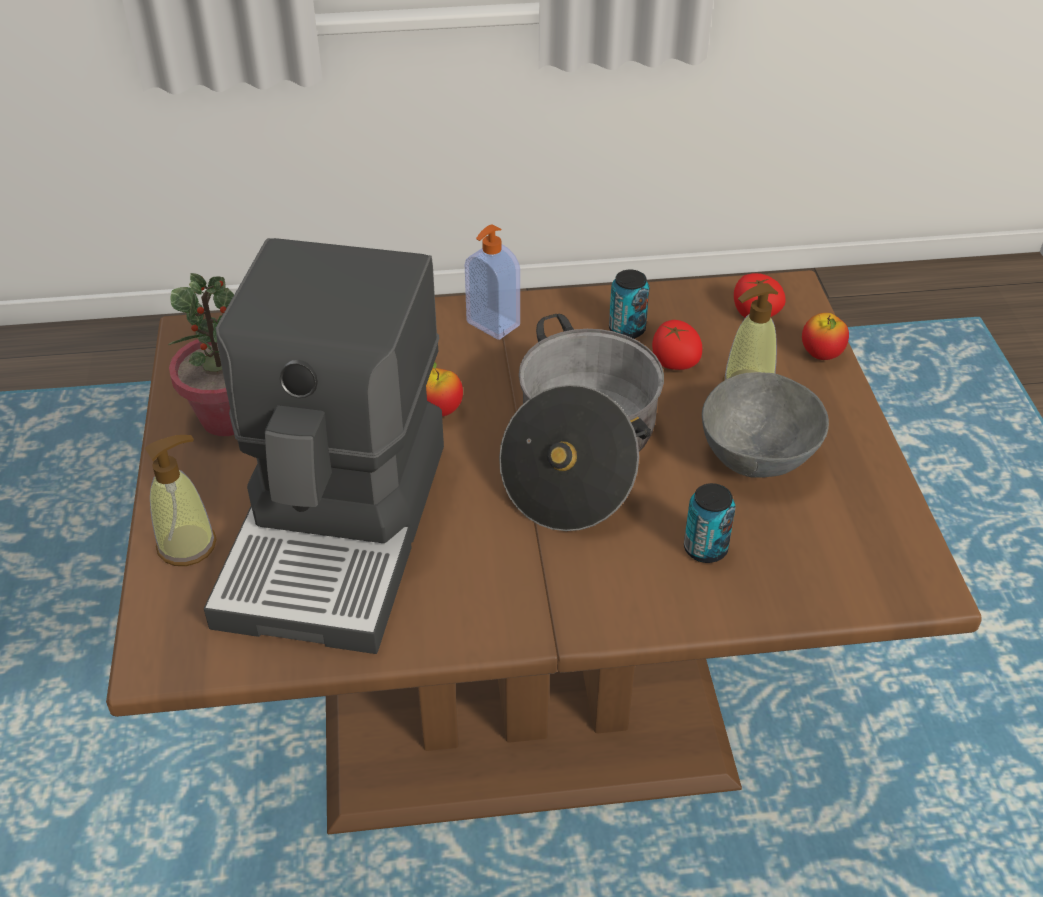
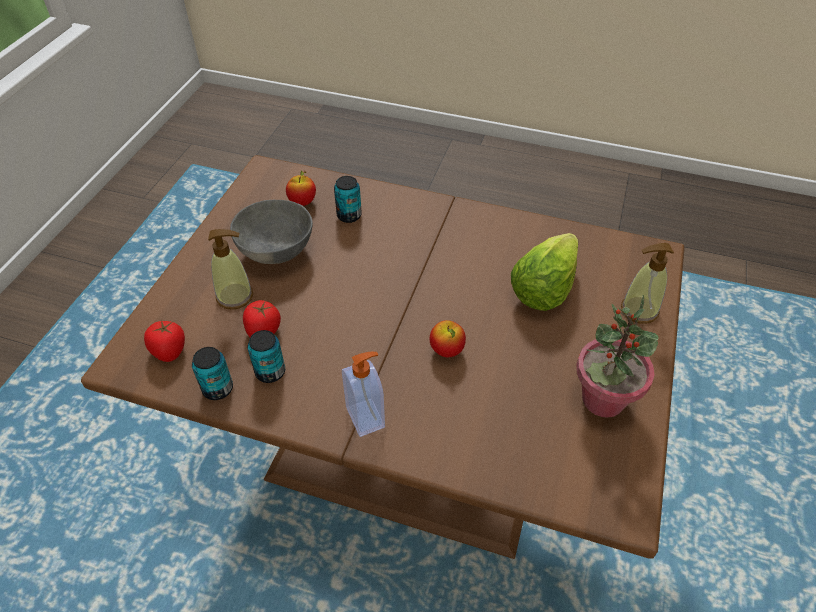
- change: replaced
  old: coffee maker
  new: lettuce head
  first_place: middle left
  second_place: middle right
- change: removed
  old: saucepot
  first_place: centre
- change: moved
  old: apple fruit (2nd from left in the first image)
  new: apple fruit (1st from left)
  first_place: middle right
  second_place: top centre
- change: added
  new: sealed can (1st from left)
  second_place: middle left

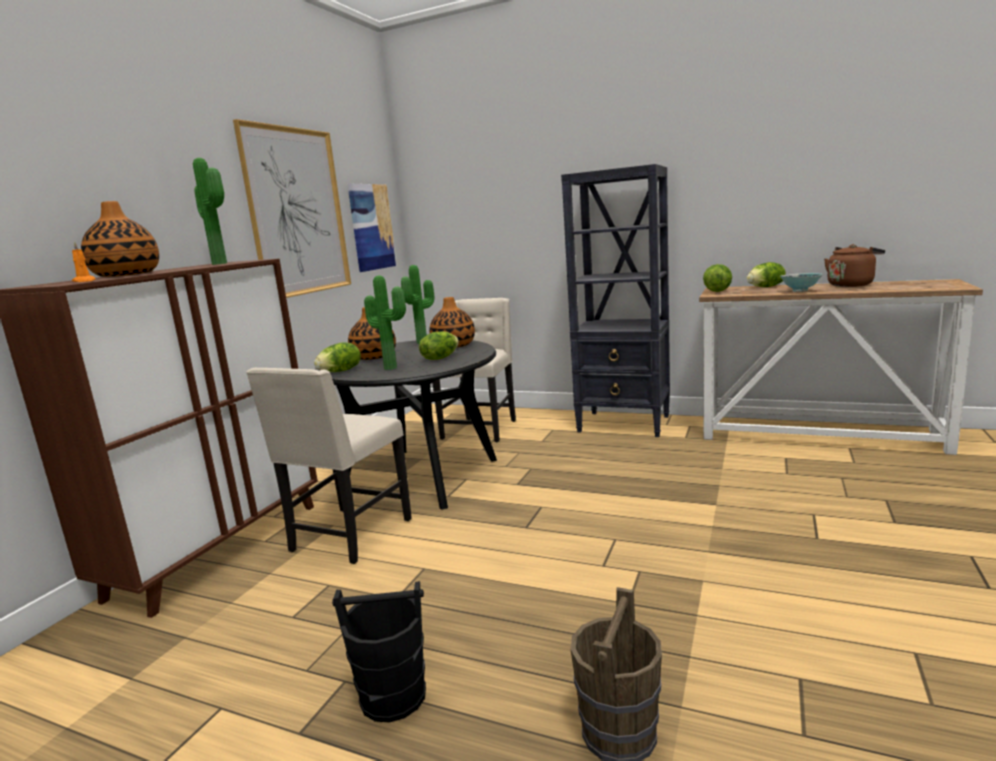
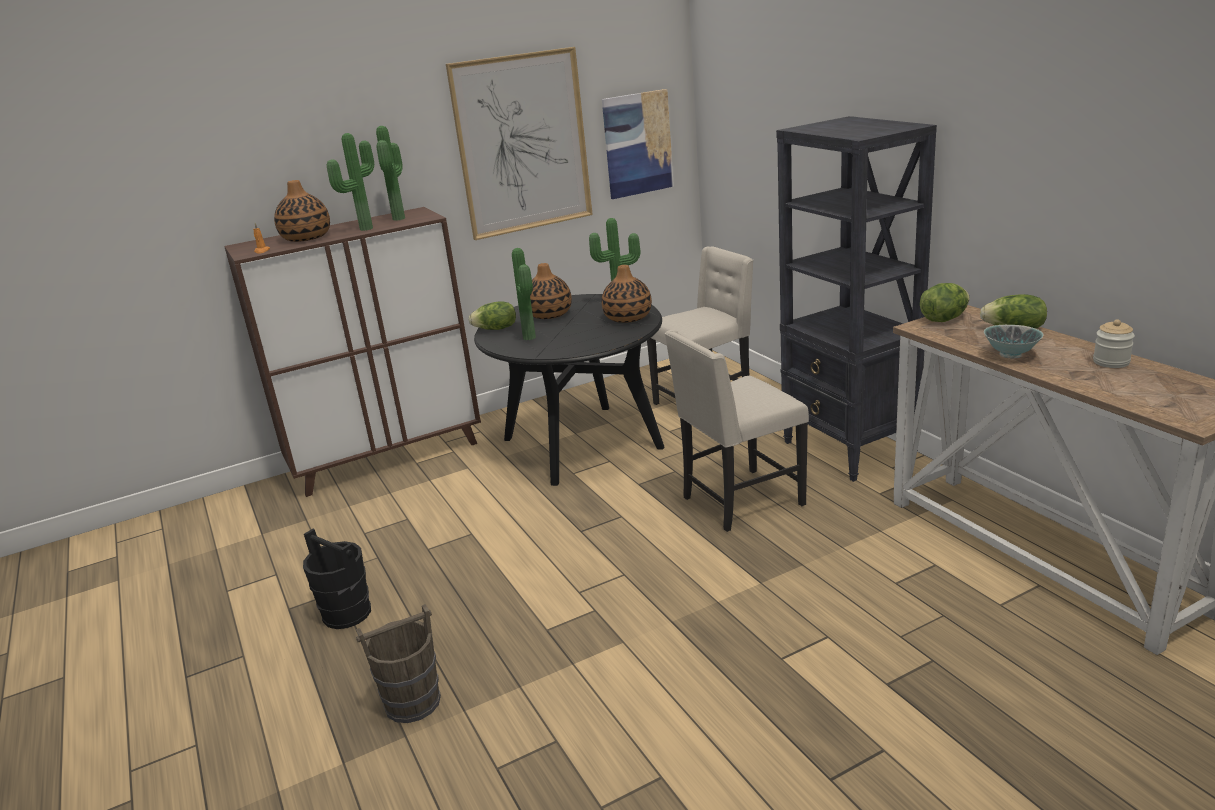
- change: moved
  old: beige-coloured chair (1st from left in the first image)
  new: beige-coloured chair (2nd from left)
  first_place: middle left
  second_place: centre
- change: removed
  old: lettuce head (2nd from left)
  first_place: centre
- change: replaced
  old: brown kettle
  new: preserve jar
  first_place: middle right
  second_place: middle right
- change: added
  new: plant in a pot (1st from left)
  second_place: top left

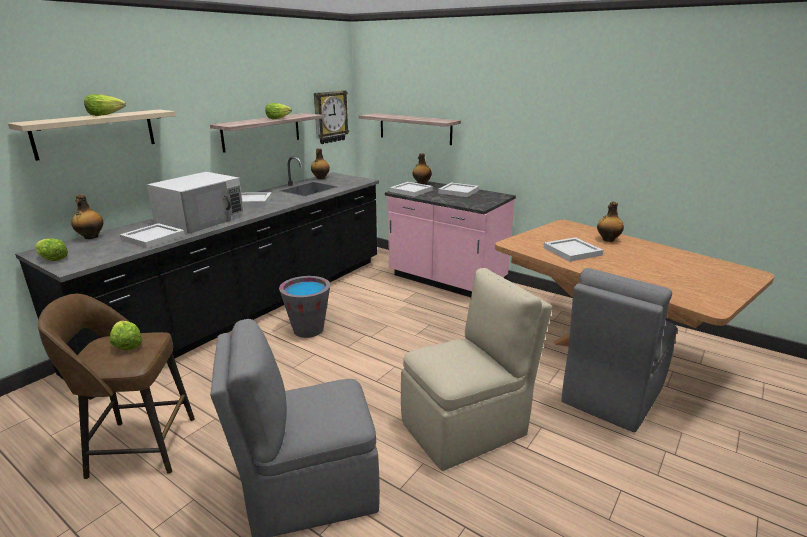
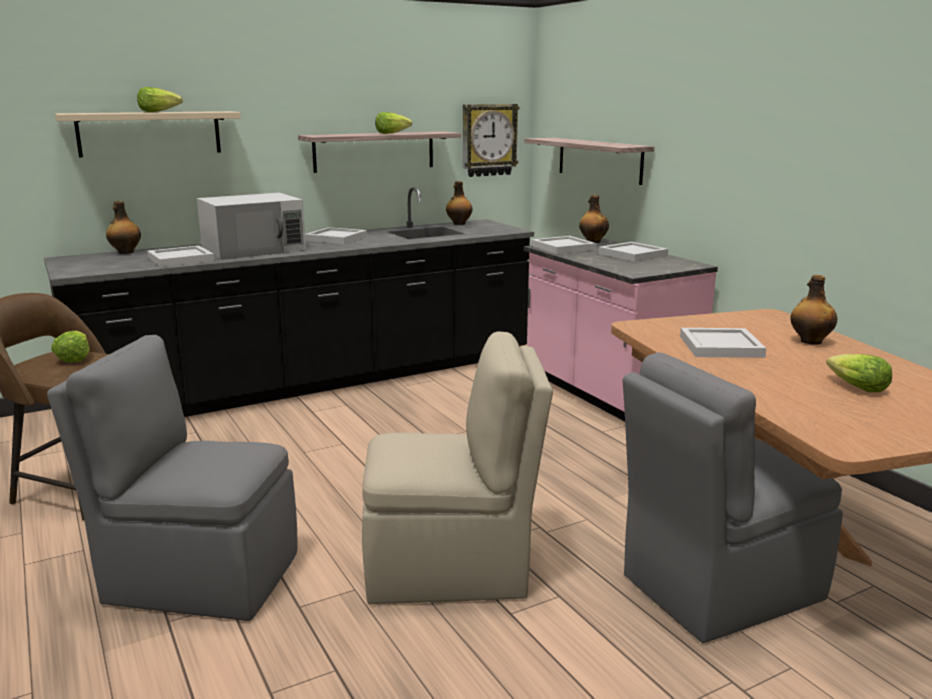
- change: moved
  old: lettuce head (1st from left in the first image)
  new: lettuce head (4th from left)
  first_place: middle left
  second_place: middle right
- change: removed
  old: gray pail
  first_place: centre

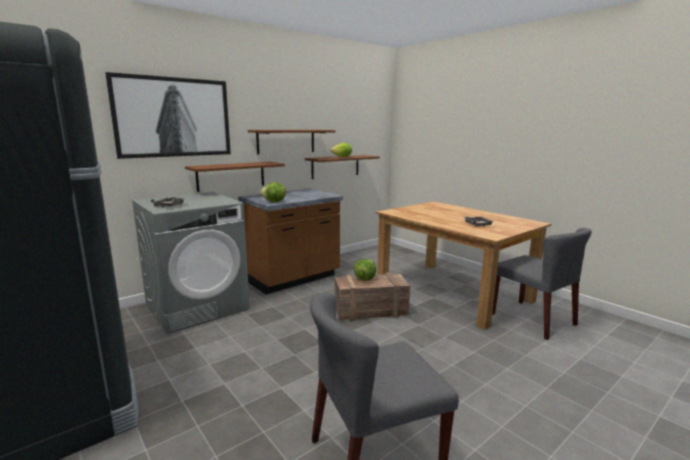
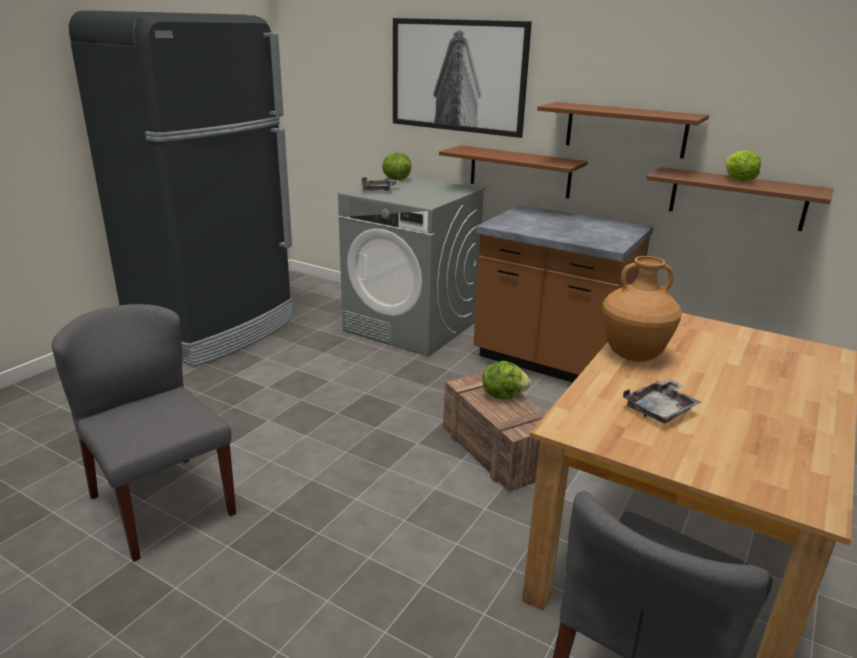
- change: moved
  old: lettuce head (1st from left)
  first_place: centre
  second_place: top centre
- change: added
  new: brown vase
  second_place: middle right

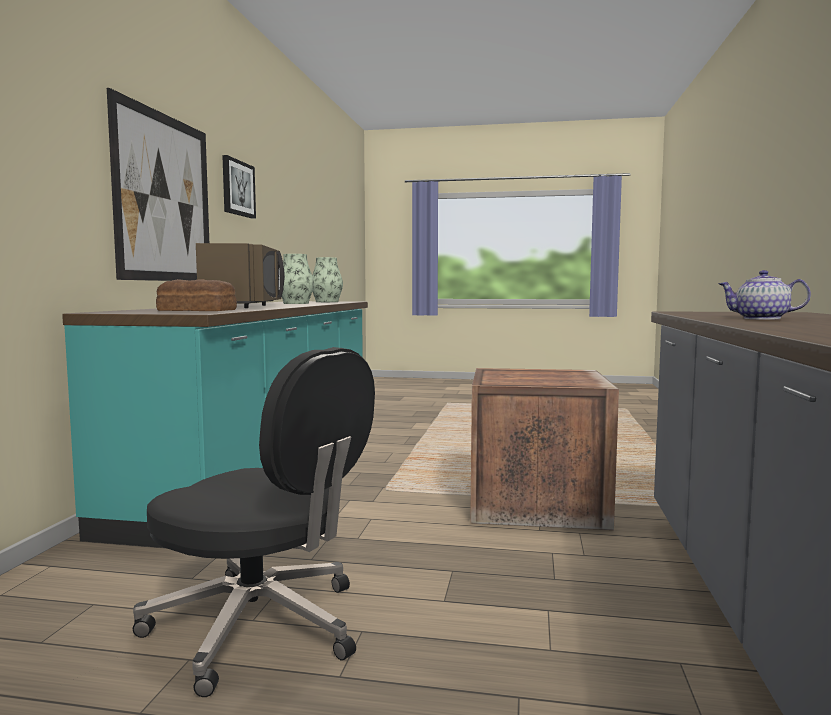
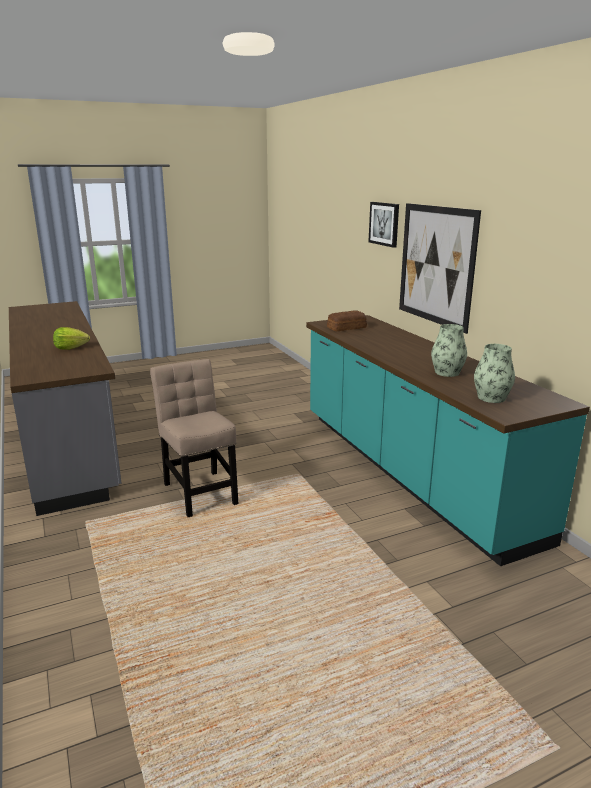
- change: removed
  old: black office chair
  first_place: bottom left
- change: removed
  old: brown microwave
  first_place: middle left
- change: moved
  old: wall art (2nd from left in the first image)
  new: wall art (1st from left)
  first_place: top left
  second_place: top centre
- change: replaced
  old: shipping crate
  new: beige-coloured chair
  first_place: centre
  second_place: middle left
- change: replaced
  old: teapot
  new: lettuce head
  first_place: middle right
  second_place: middle left

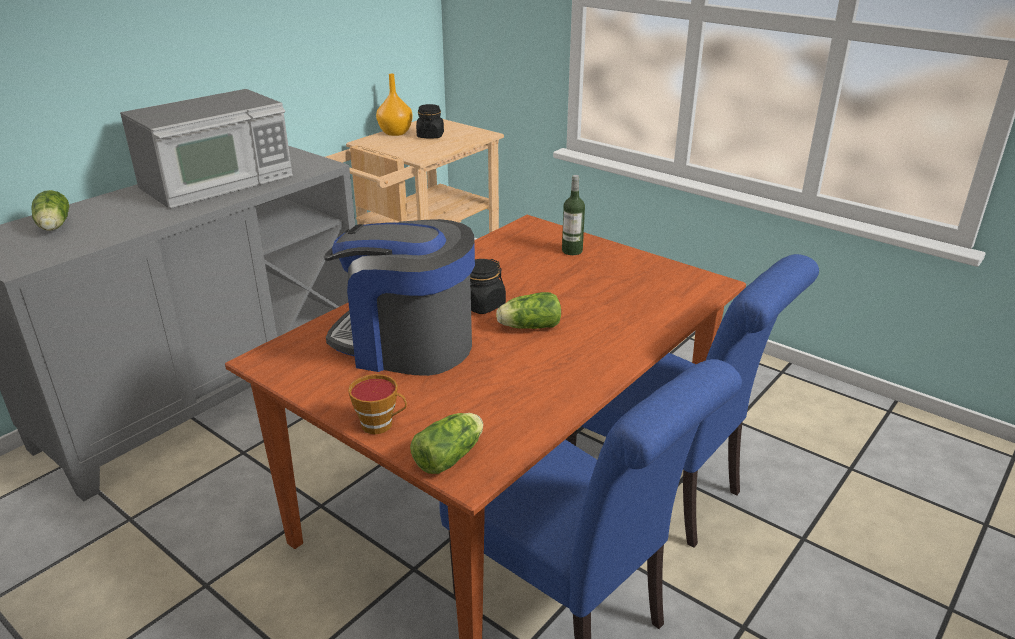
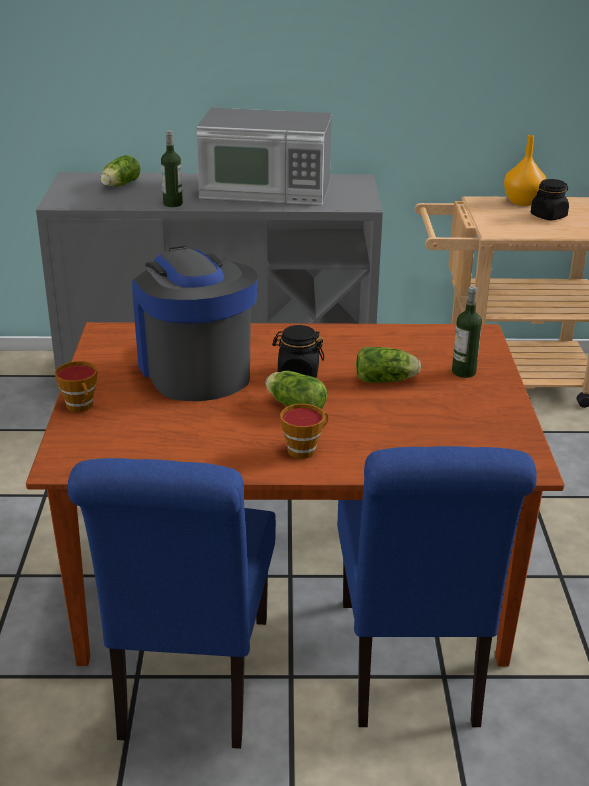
- change: moved
  old: lettuce head (2nd from left in the first image)
  new: lettuce head (3rd from left)
  first_place: bottom centre
  second_place: centre
- change: added
  new: bottle (1st from left)
  second_place: top left
- change: added
  new: cup (2nd from left)
  second_place: centre

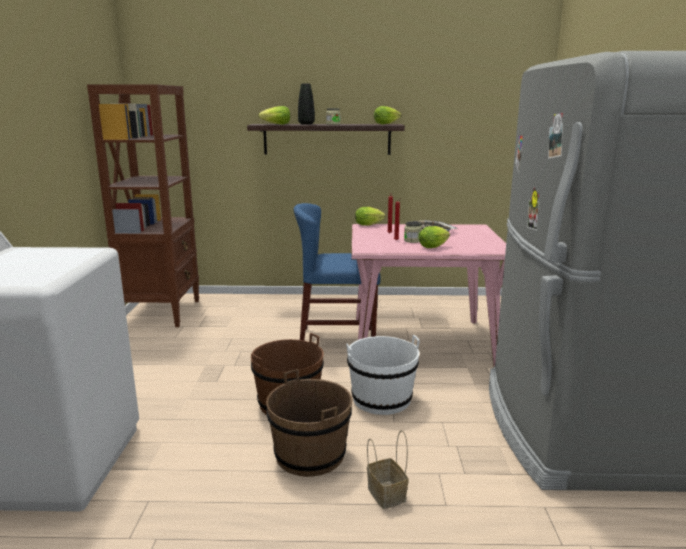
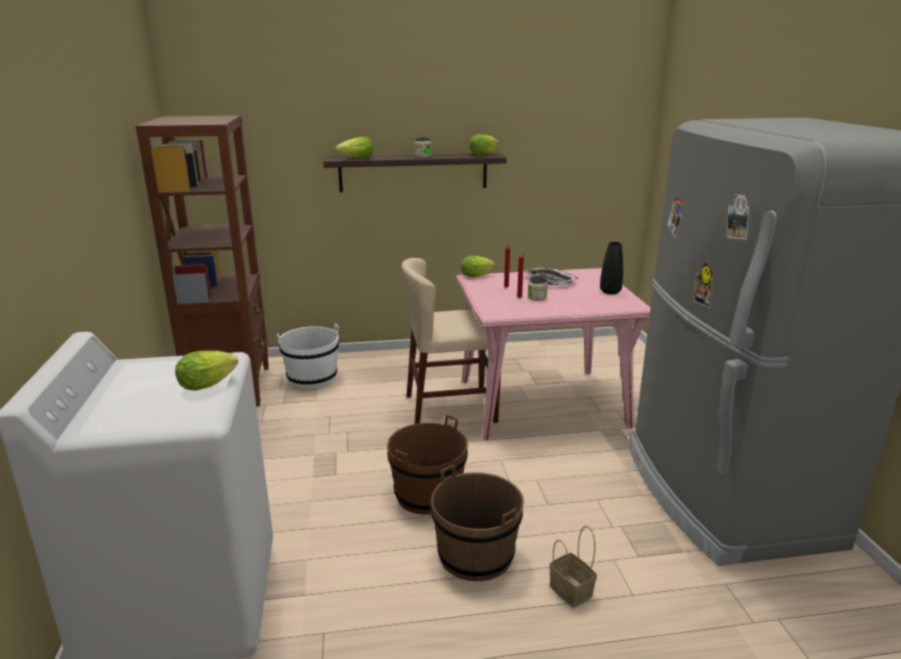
- change: recoloured
  old: bluish chair
  new: beige-coloured chair
  first_place: centre
  second_place: centre
- change: moved
  old: black vase
  first_place: top centre
  second_place: middle right
- change: moved
  old: white-coloured pail
  first_place: bottom centre
  second_place: centre
- change: moved
  old: lettuce head (4th from left in the first image)
  new: lettuce head (1st from left)
  first_place: centre
  second_place: middle left

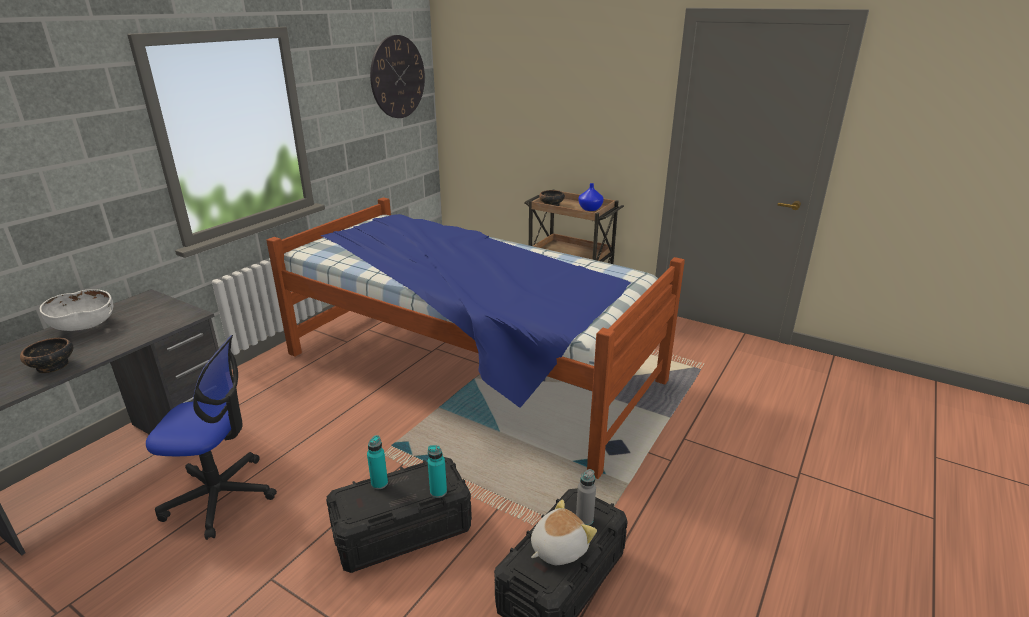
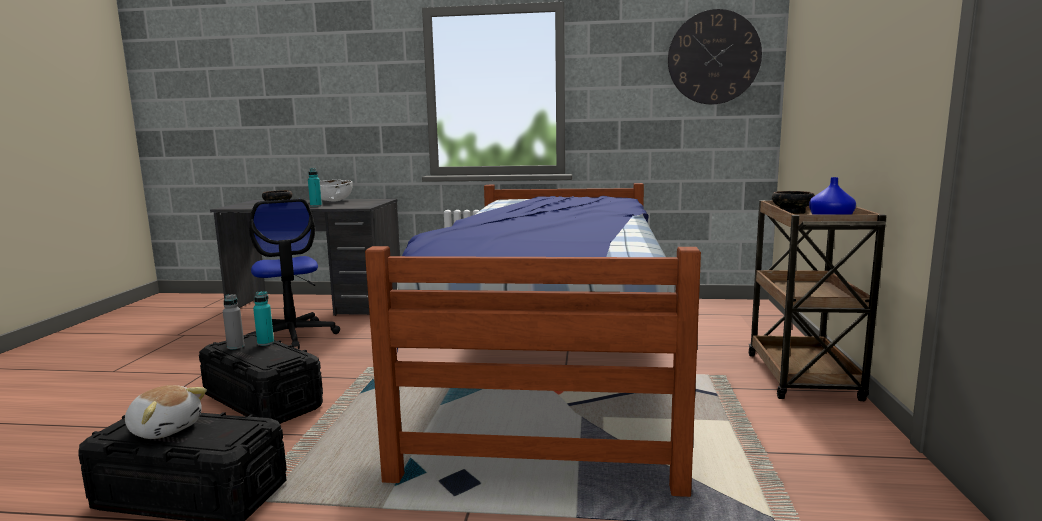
- change: moved
  old: turquoise bottle (2nd from left)
  first_place: bottom centre
  second_place: middle left
- change: moved
  old: gray bottle
  first_place: bottom centre
  second_place: middle left

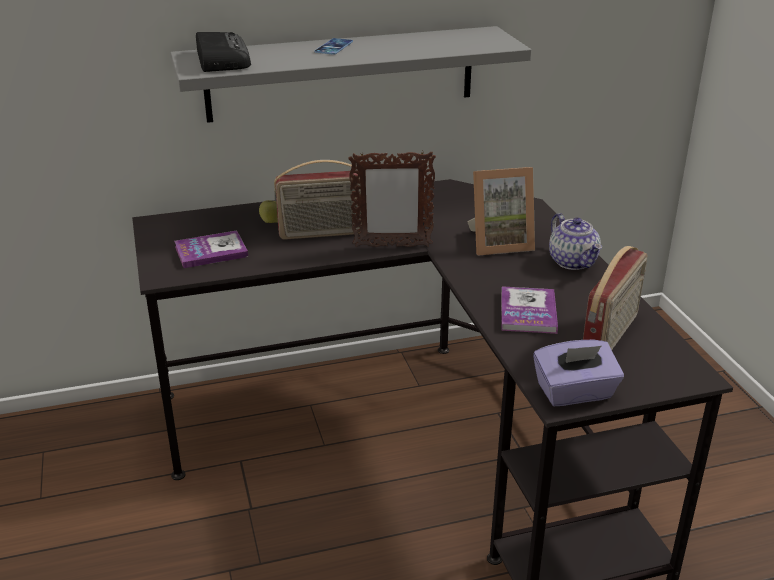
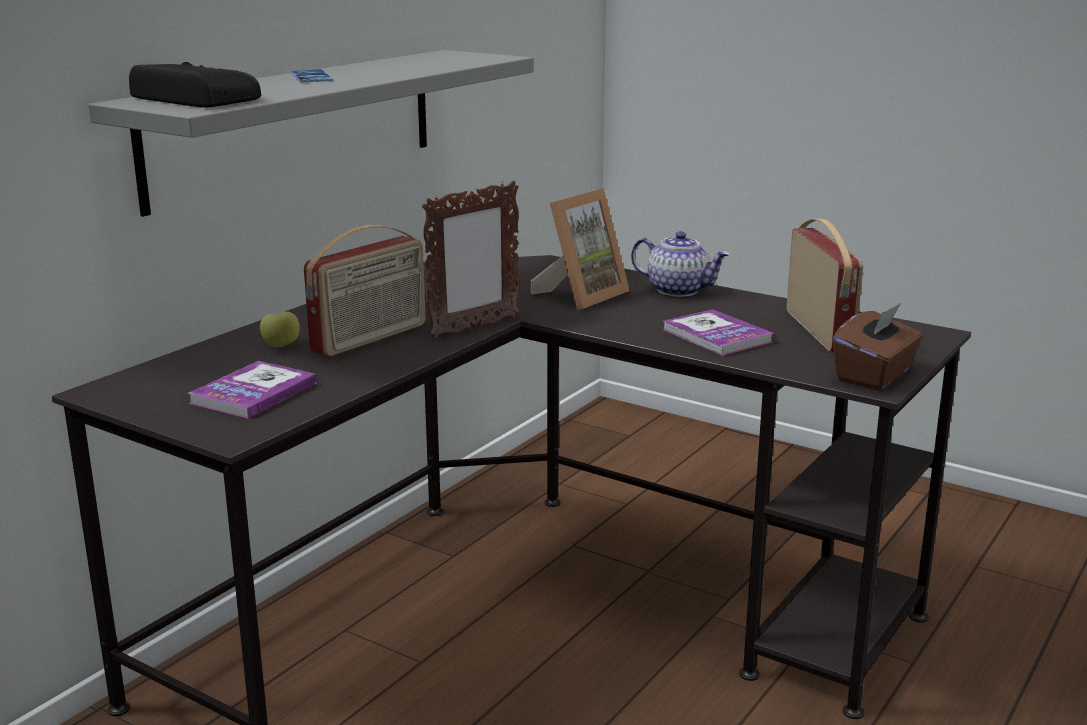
- change: recoloured
  old: purple tissue holder
  new: brown tissue holder
  first_place: middle right
  second_place: middle right

